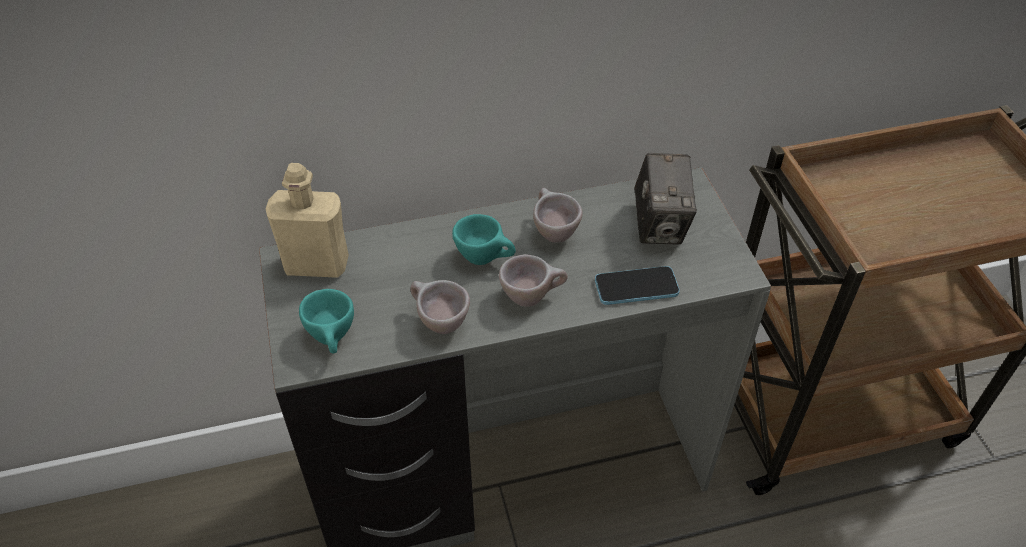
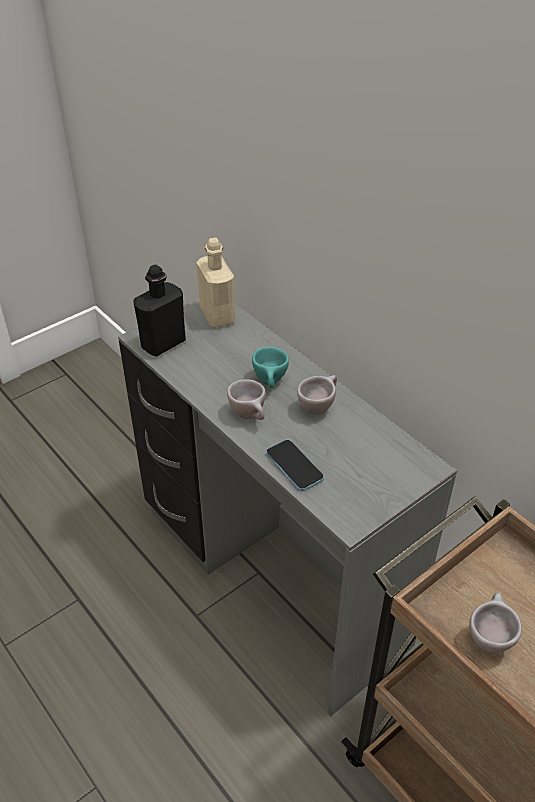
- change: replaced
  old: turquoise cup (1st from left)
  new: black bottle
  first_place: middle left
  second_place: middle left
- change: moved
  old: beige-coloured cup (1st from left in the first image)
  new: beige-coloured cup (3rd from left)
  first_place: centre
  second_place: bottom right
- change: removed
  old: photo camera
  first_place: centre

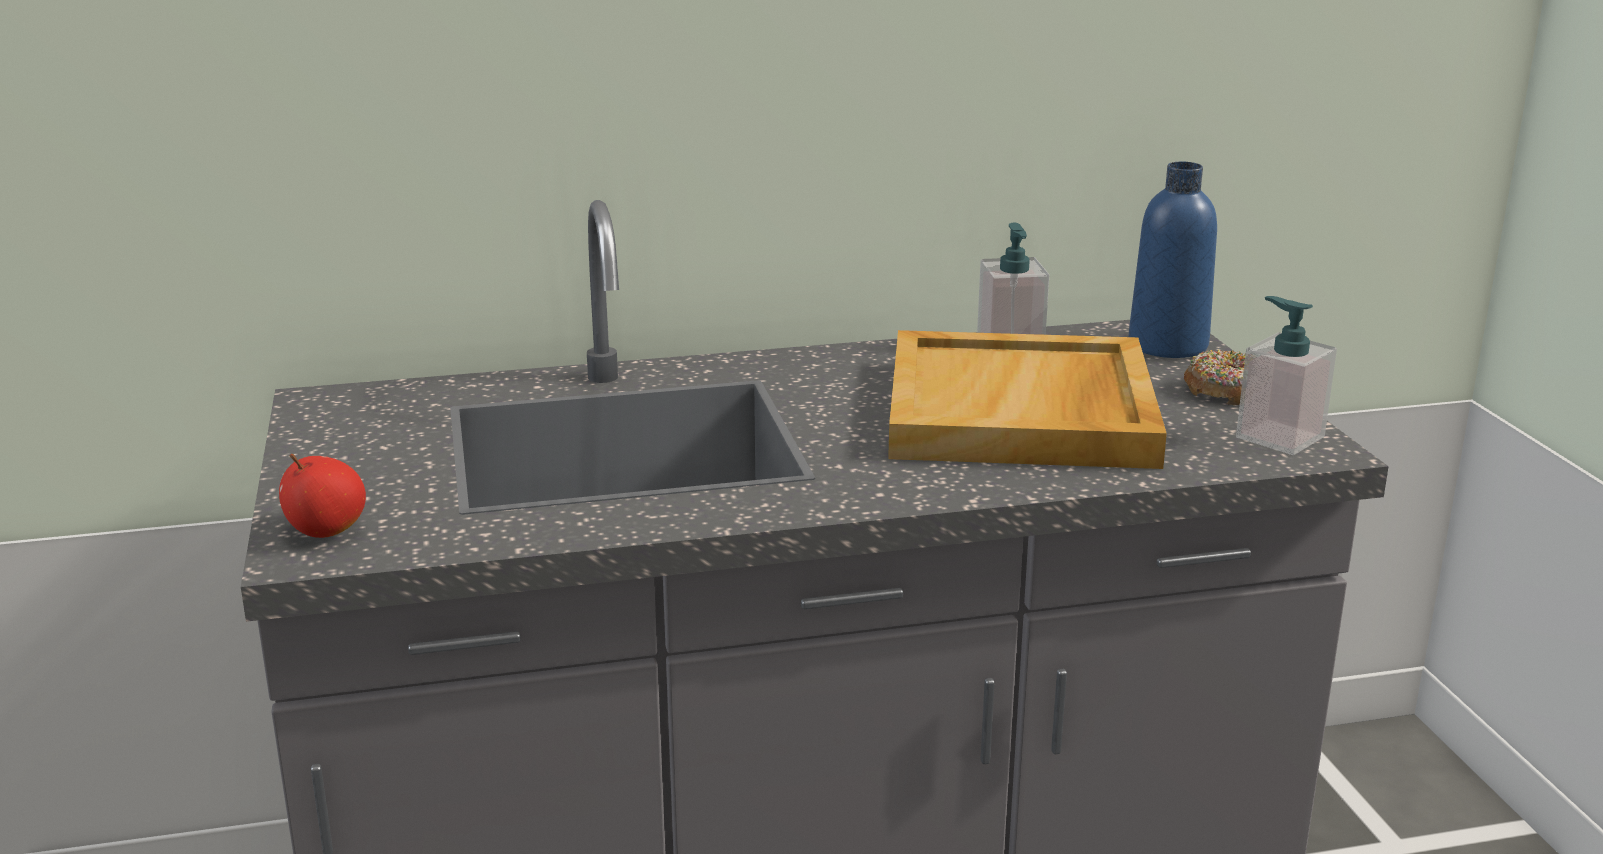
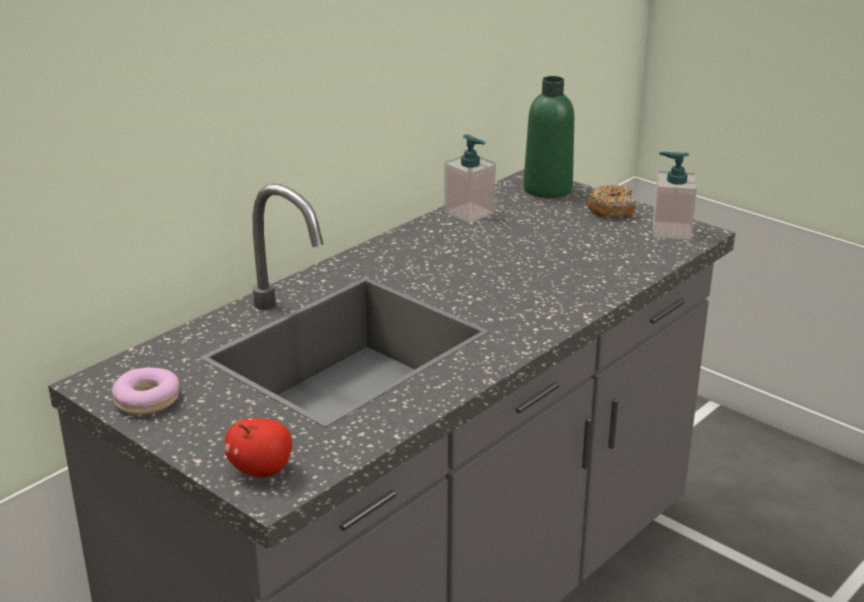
- change: removed
  old: beige-coloured serving tray
  first_place: centre
- change: recoloured
  old: bluish bottle
  new: greenish bottle
  first_place: top right
  second_place: top centre
- change: added
  new: ring doughnut (1st from left)
  second_place: middle left

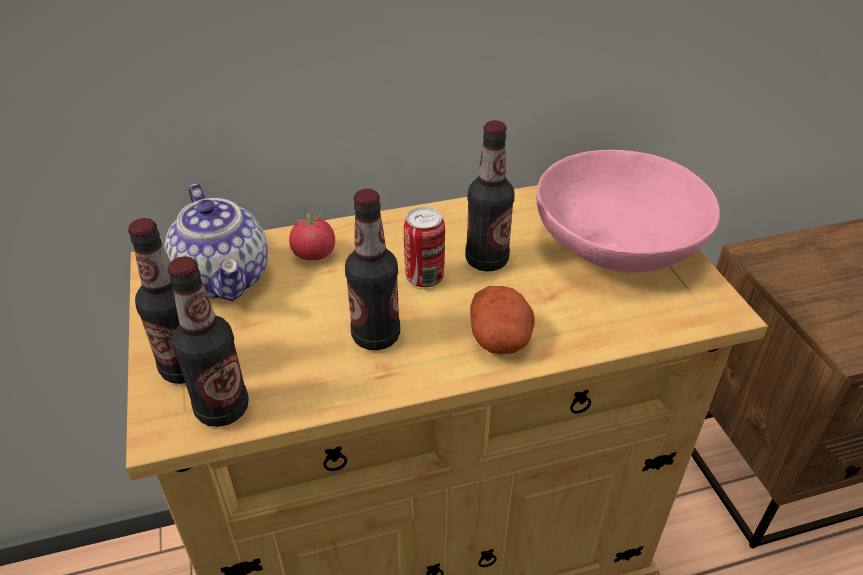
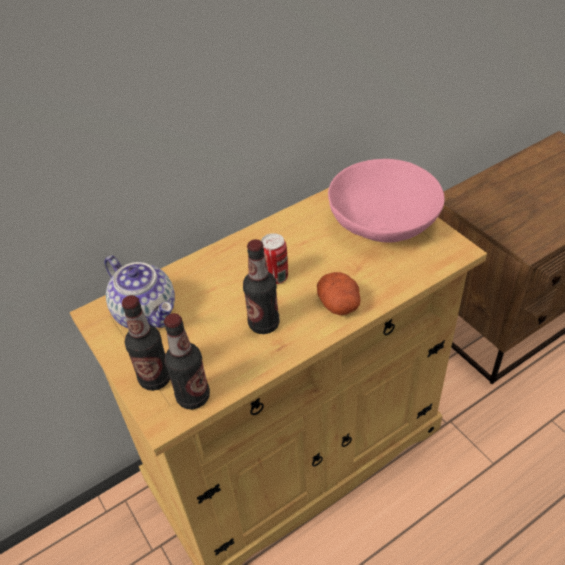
- change: removed
  old: fresh tomato
  first_place: centre
- change: removed
  old: bottle (4th from left)
  first_place: centre

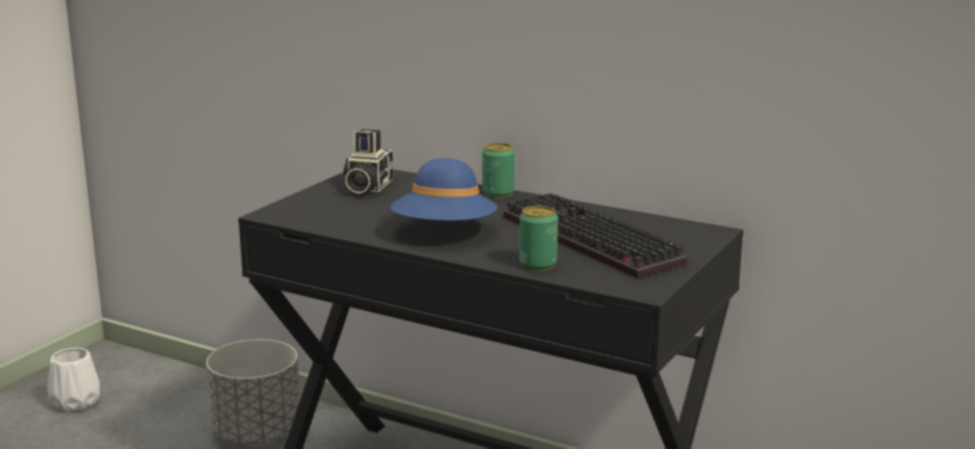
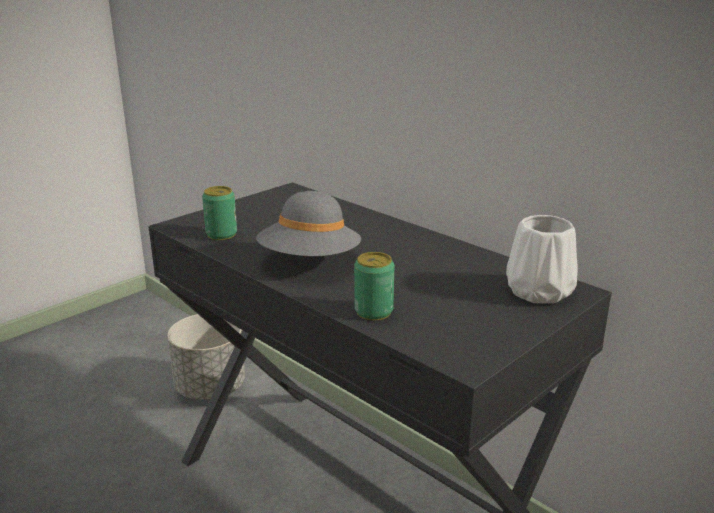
- change: moved
  old: white-coloured vase
  first_place: bottom left
  second_place: middle right
- change: removed
  old: photo camera
  first_place: centre
- change: recoloured
  old: bluish clothing hat
  new: gray clothing hat
  first_place: centre
  second_place: centre
- change: moved
  old: sealed can (1st from left)
  first_place: centre
  second_place: middle left
- change: removed
  old: PC keyboard
  first_place: centre

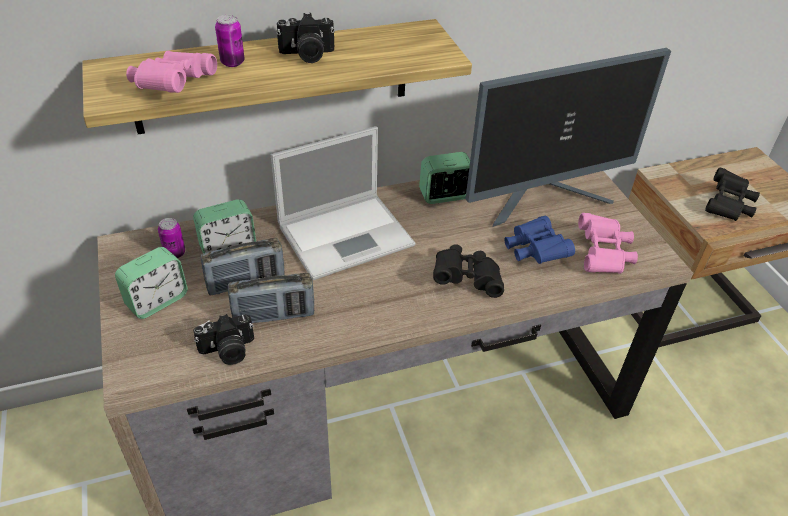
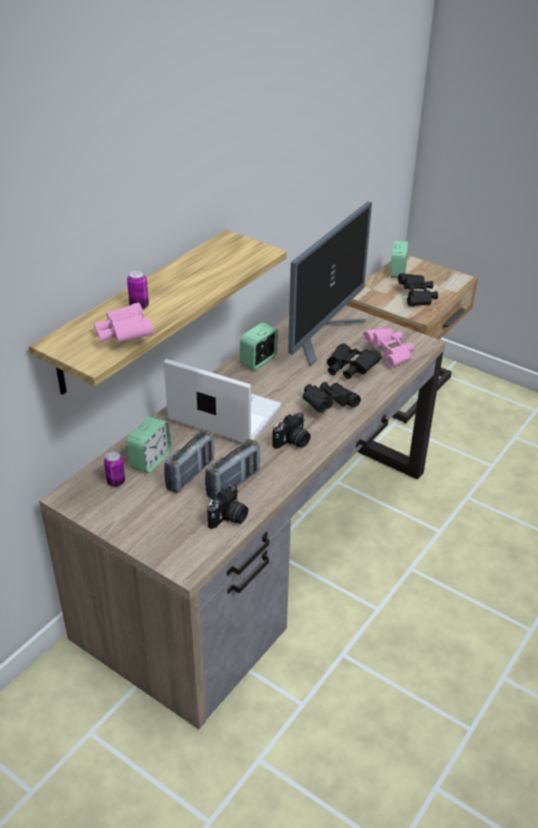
- change: moved
  old: table clock (1st from left in the first image)
  new: table clock (3rd from left)
  first_place: middle left
  second_place: top right
- change: turned
  old: portable computer
  first_place: centre
  second_place: centre
  degrees: -90
- change: moved
  old: photo camera (2nd from left)
  first_place: top centre
  second_place: centre
- change: recoloured
  old: bluish pair of binoculars
  new: black pair of binoculars (2nd from left)
  first_place: middle right
  second_place: centre

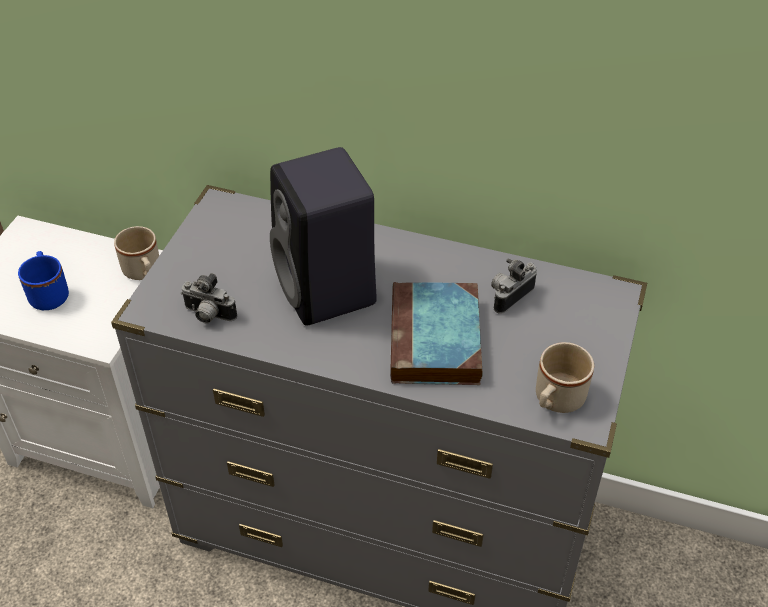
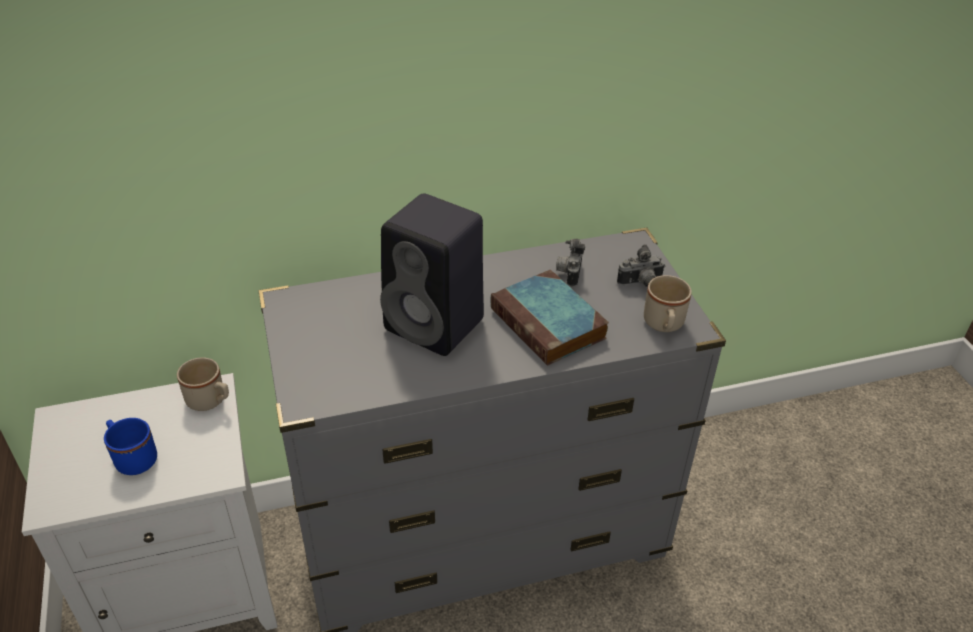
- change: moved
  old: photo camera (1st from left in the first image)
  new: photo camera (2nd from left)
  first_place: middle left
  second_place: centre

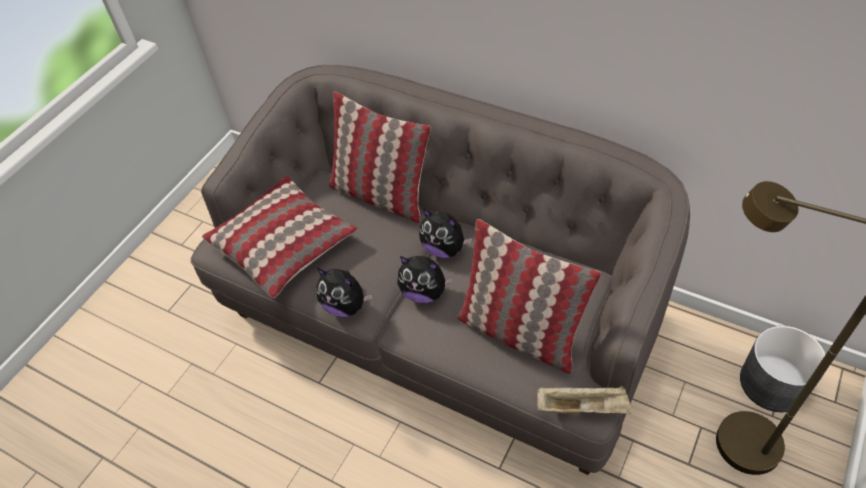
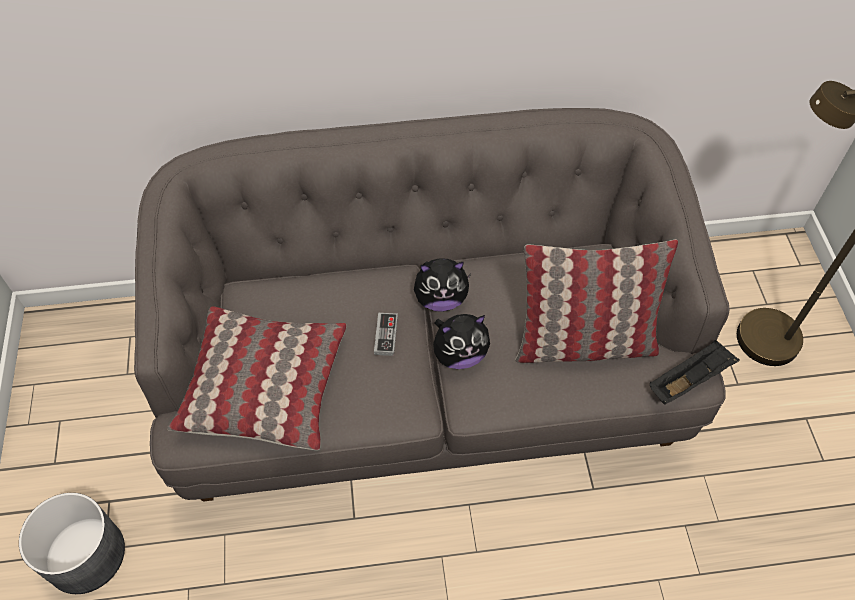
- change: removed
  old: soft toy (1st from left)
  first_place: centre
- change: removed
  old: pillow (2nd from left)
  first_place: top centre
- change: recoloured
  old: beige-coloured serving tray
  new: black serving tray
  first_place: bottom right
  second_place: middle right
- change: moved
  old: gray plant pot
  first_place: bottom right
  second_place: bottom left
- change: added
  new: joypad
  second_place: centre

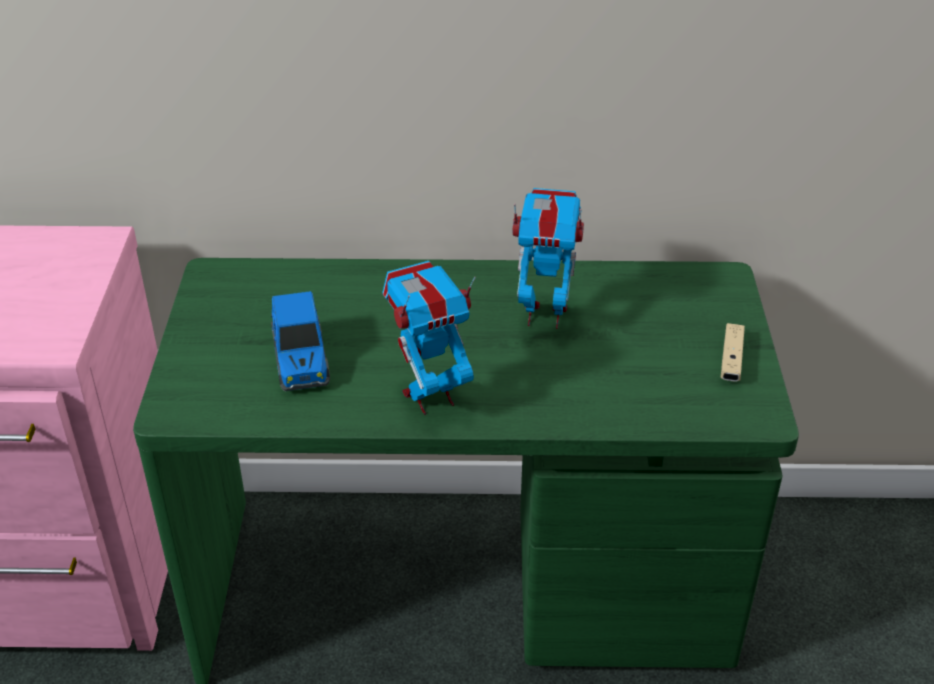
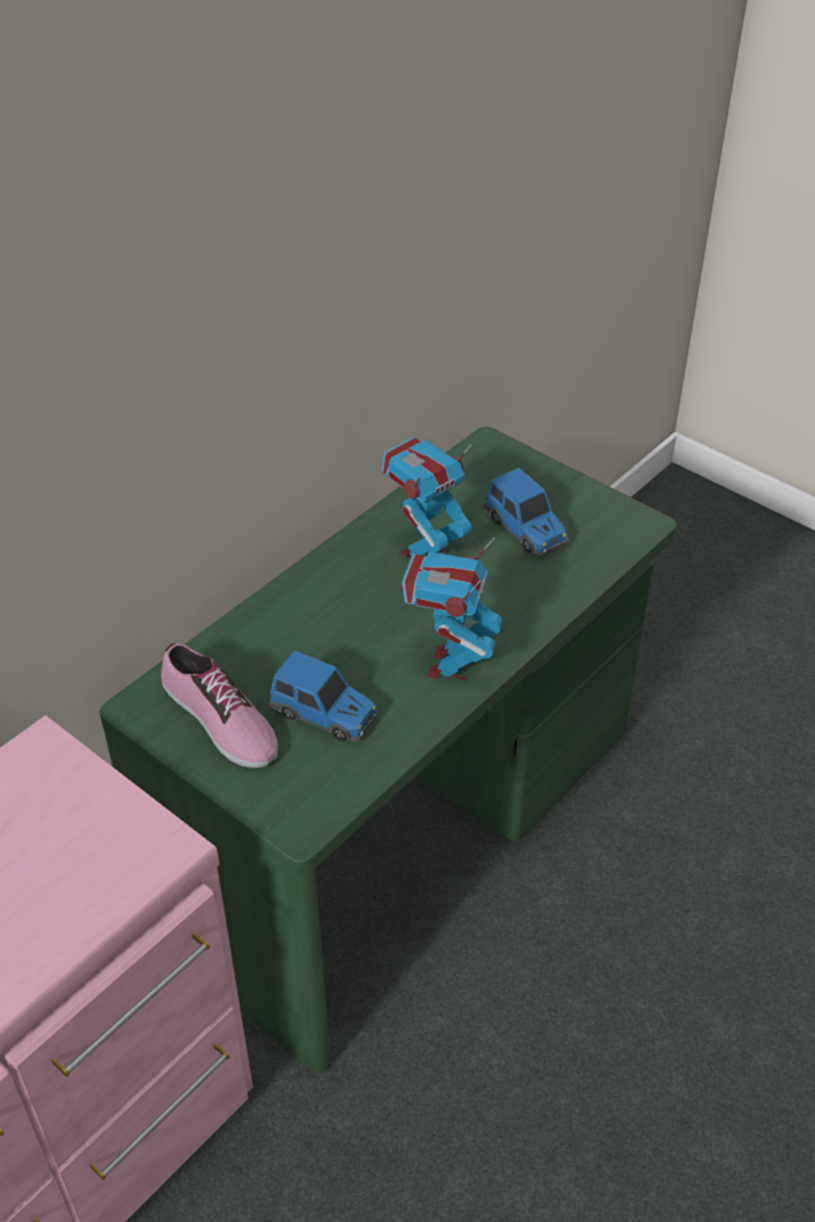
- change: removed
  old: beige-coloured joypad
  first_place: middle right
- change: added
  new: low shoe
  second_place: middle left
- change: added
  new: model car (2nd from left)
  second_place: centre

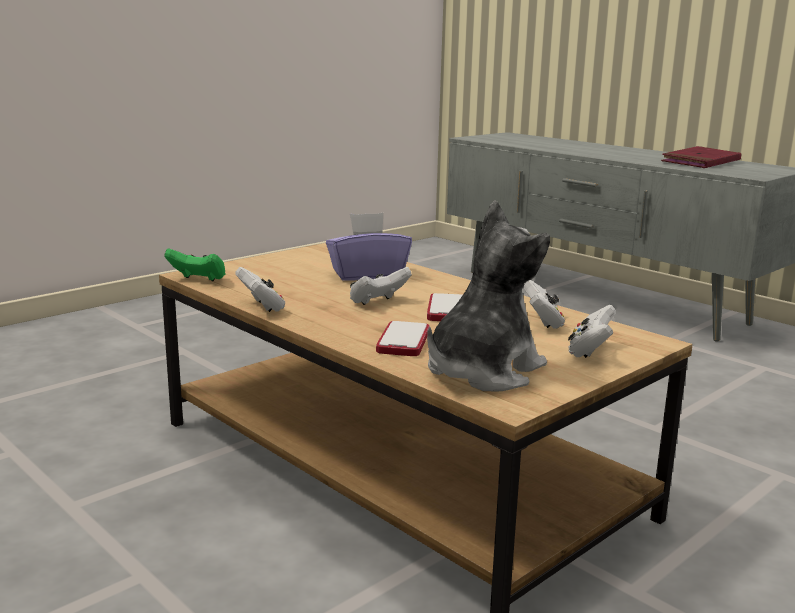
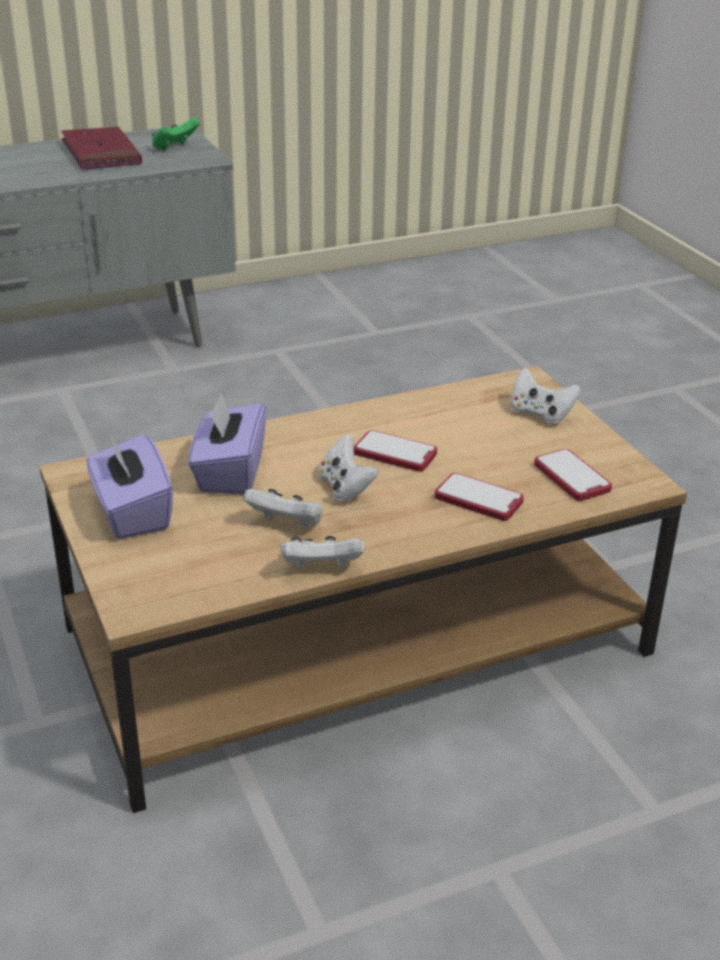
- change: moved
  old: greenish joypad
  first_place: middle left
  second_place: top left
- change: replaced
  old: soft toy
  new: handset (3rd from left)
  first_place: centre
  second_place: middle right
- change: moved
  old: white-coloured joypad (3rd from left in the first image)
  new: white-coloured joypad (1st from left)
  first_place: middle right
  second_place: centre
- change: added
  new: purple tissue holder (1st from left)
  second_place: middle left

